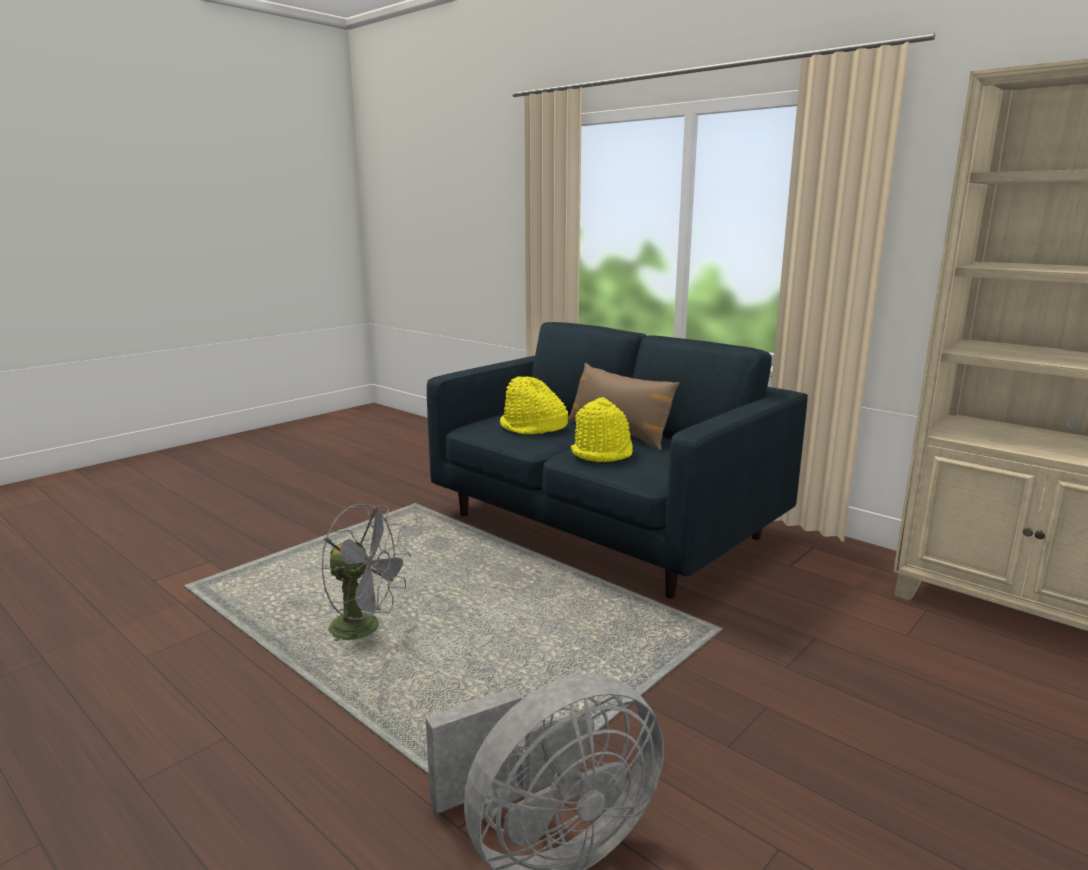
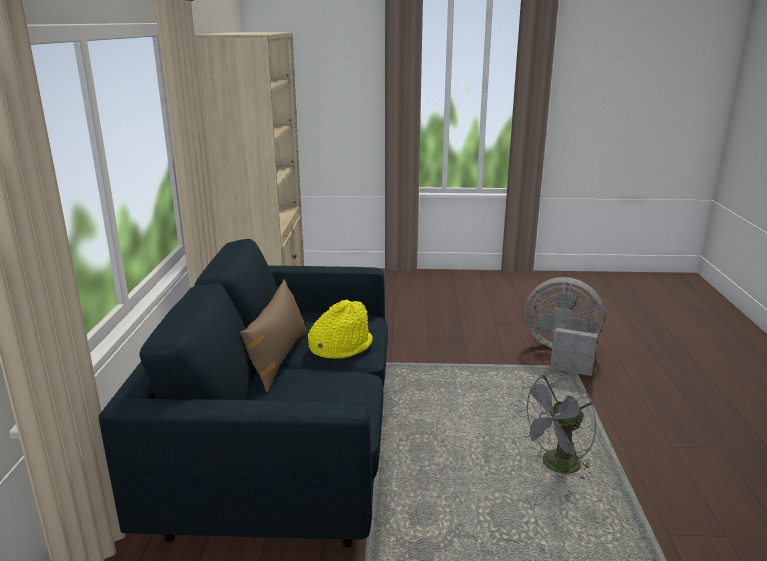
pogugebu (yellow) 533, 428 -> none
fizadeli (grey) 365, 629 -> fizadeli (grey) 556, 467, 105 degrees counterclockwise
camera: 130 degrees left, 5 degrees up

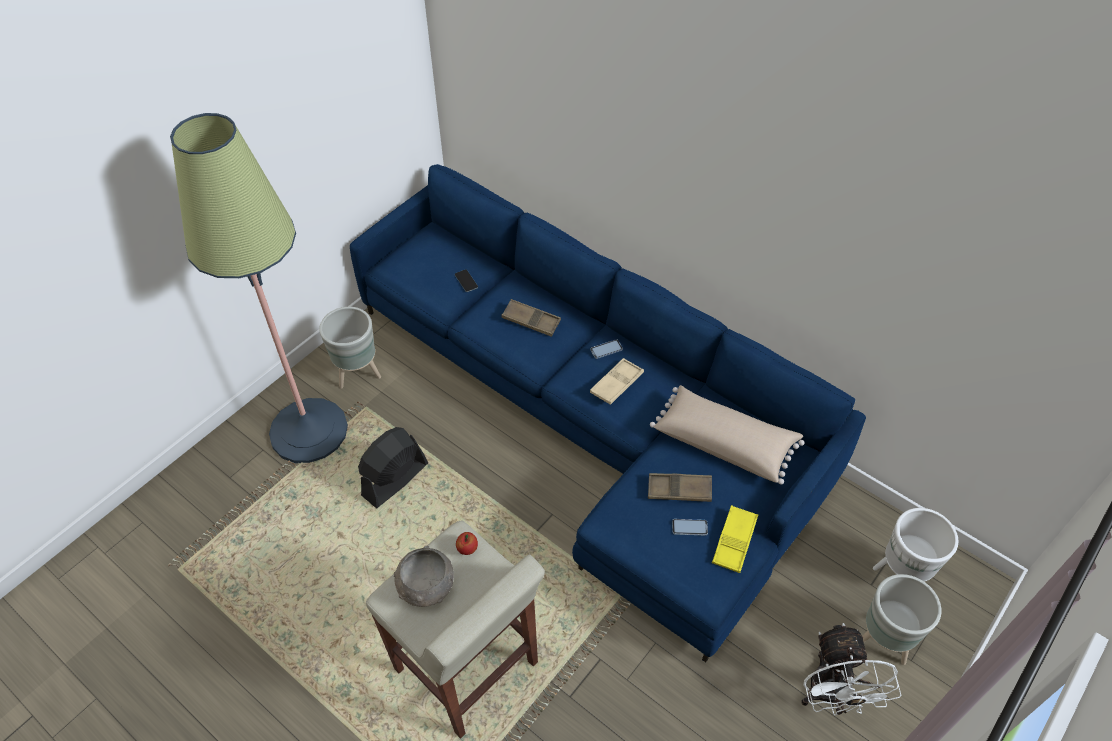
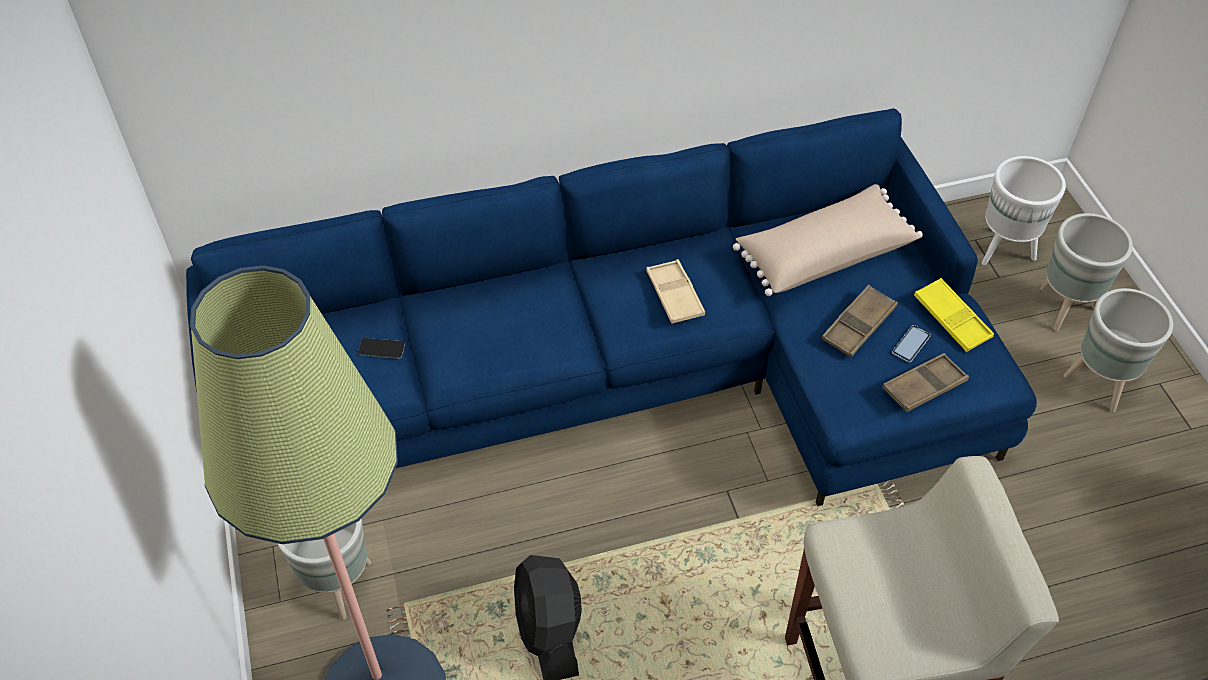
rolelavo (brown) 531, 321 -> rolelavo (brown) 924, 386, relocated
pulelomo 606, 349 -> none
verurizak 467, 549 -> none
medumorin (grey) 426, 587 -> none
fizadeli (white) 830, 697 -> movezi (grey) 1097, 383
camera: 55 degrees left, 0 degrees up

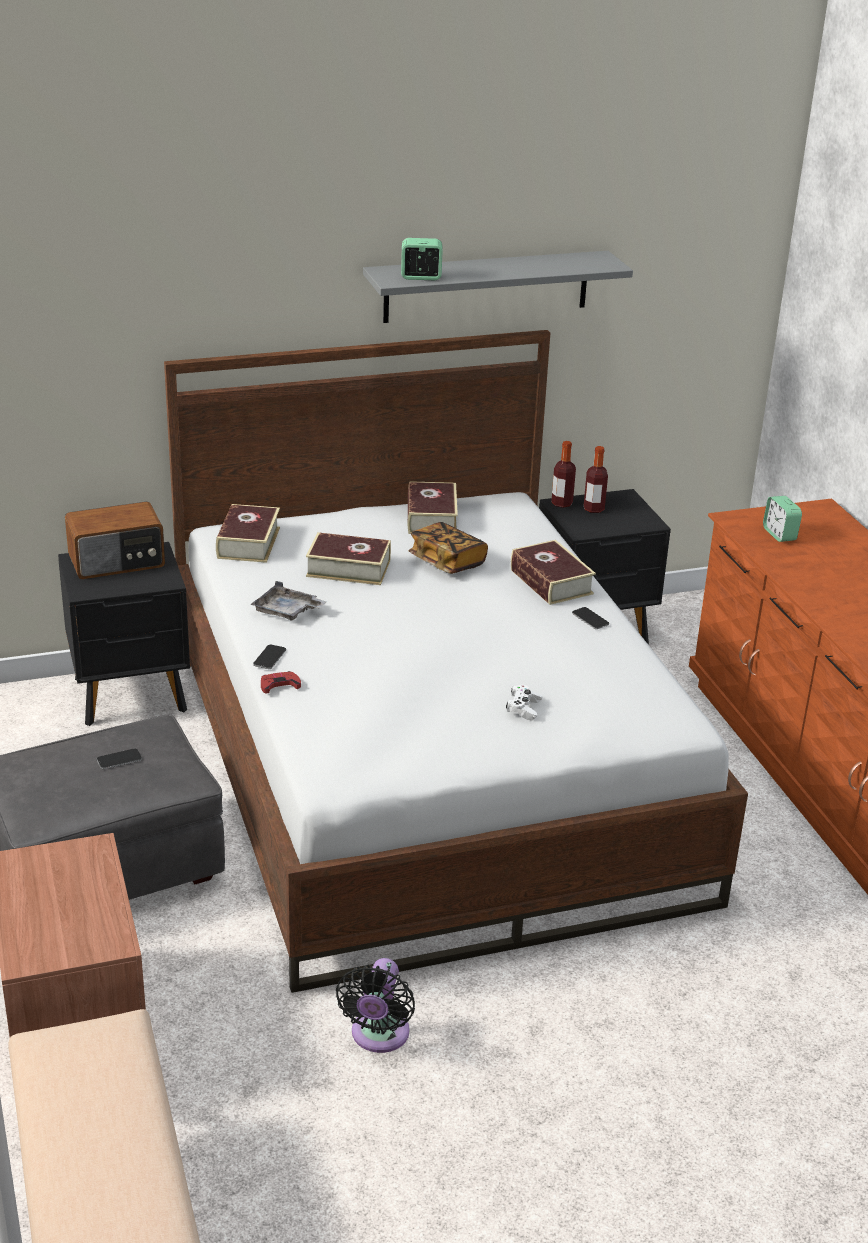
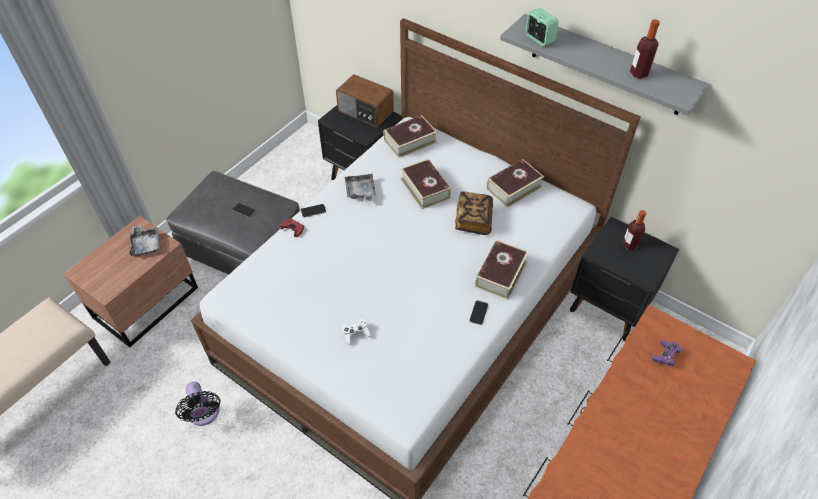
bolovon 561, 503 -> bolovon 639, 73, relocated
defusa 779, 534 -> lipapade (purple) 665, 356
fizadeli (black) 378, 1036 -> fizadeli (black) 204, 414, 90 degrees counterclockwise
none -> rolelavo (grey) 146, 244
camera: 55 degrees right, 20 degrees up

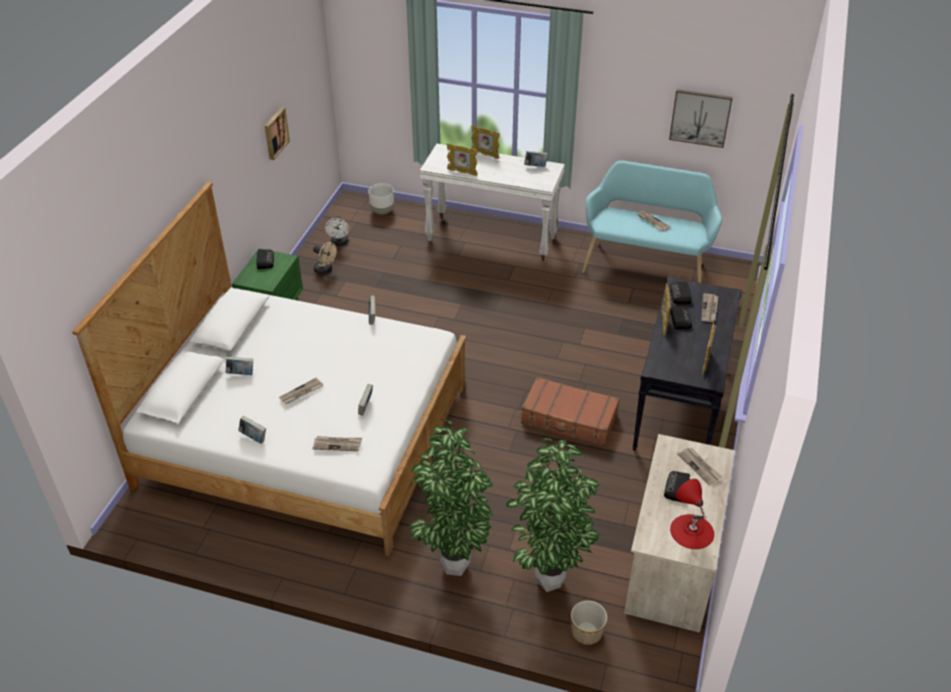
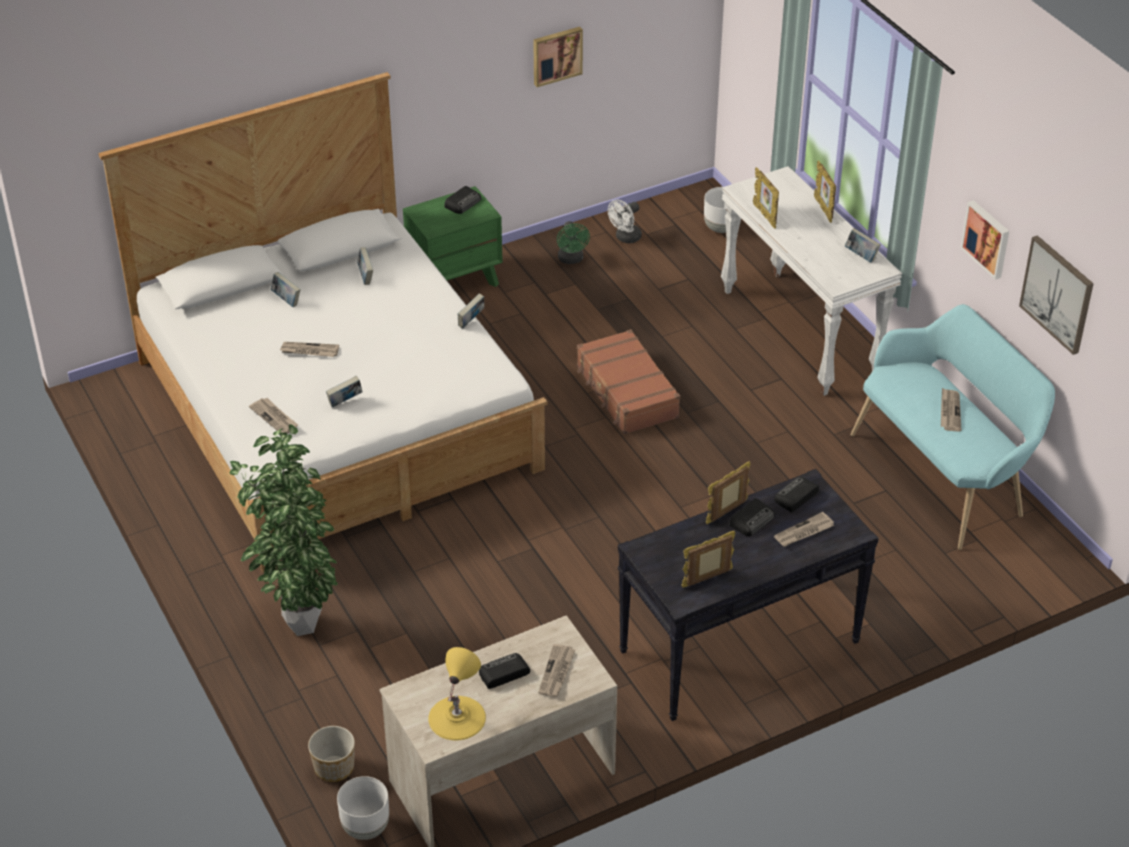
fizadeli (beige) 325, 270 -> fizadeli (green) 571, 259
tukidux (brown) 569, 419 -> tukidux (brown) 626, 393, relocated
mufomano 253, 437 -> mufomano 365, 276, relocated
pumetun 547, 584 -> none
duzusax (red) 691, 531 -> duzusax (yellow) 456, 717
none -> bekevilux 987, 238
none -> movezi (white) 365, 828
camera: 45 degrees right, 0 degrees up

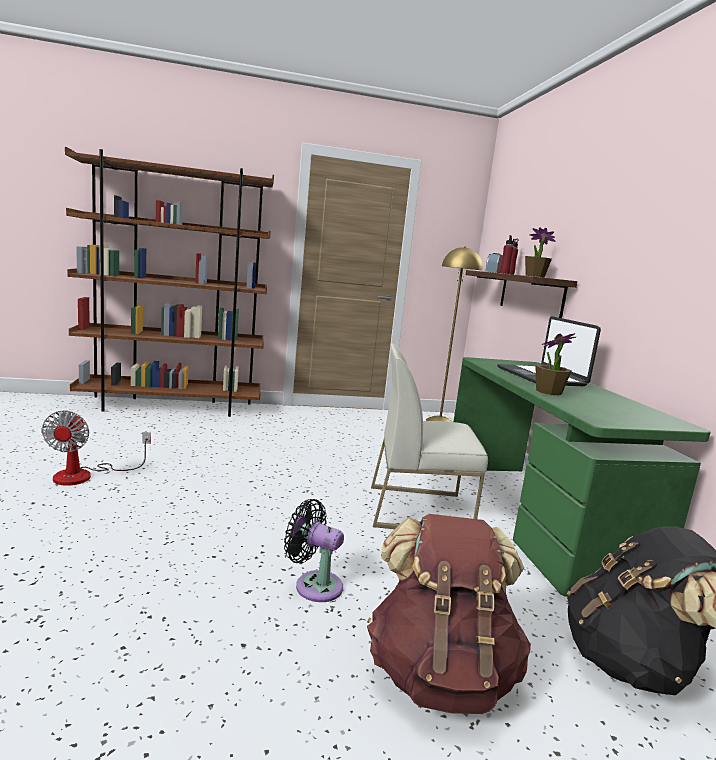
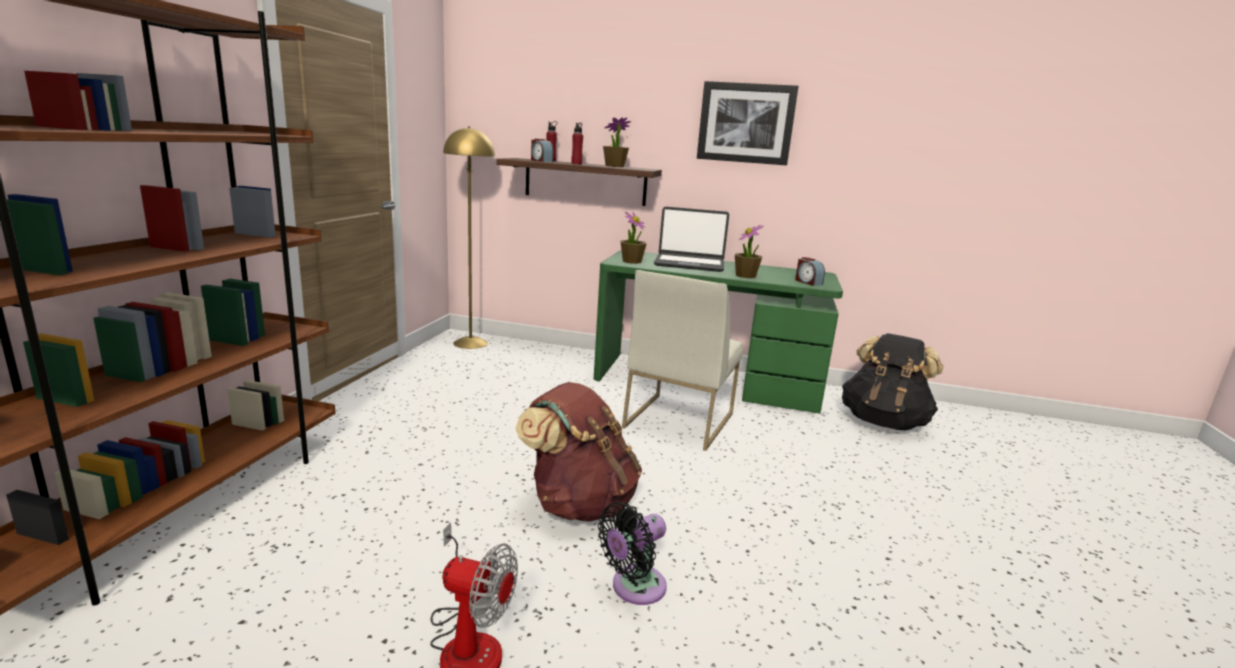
fizadeli (black) 314, 585 -> fizadeli (black) 634, 588, relocated
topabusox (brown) 440, 673 -> topabusox (brown) 579, 504, relocated
none -> bekevilux 746, 123
none -> pumetun 631, 261
none -> defusa 808, 282
camera: 65 degrees left, 5 degrees up

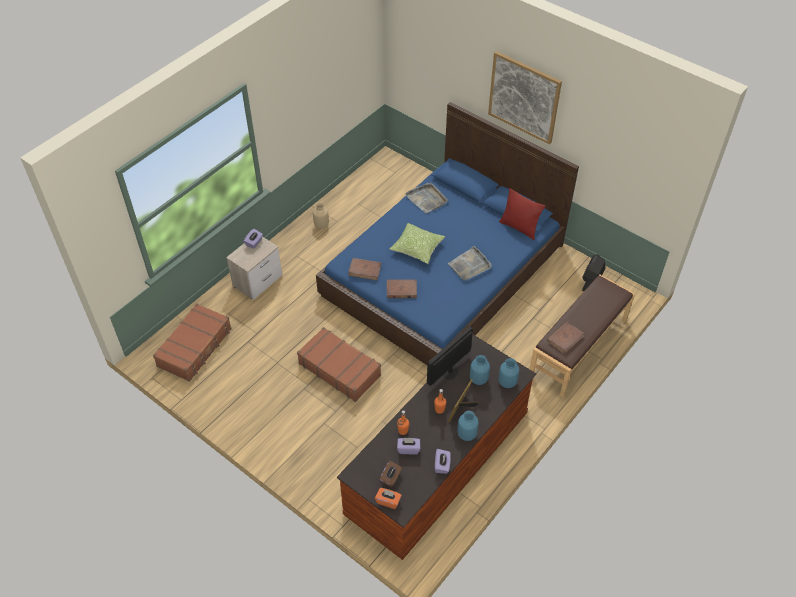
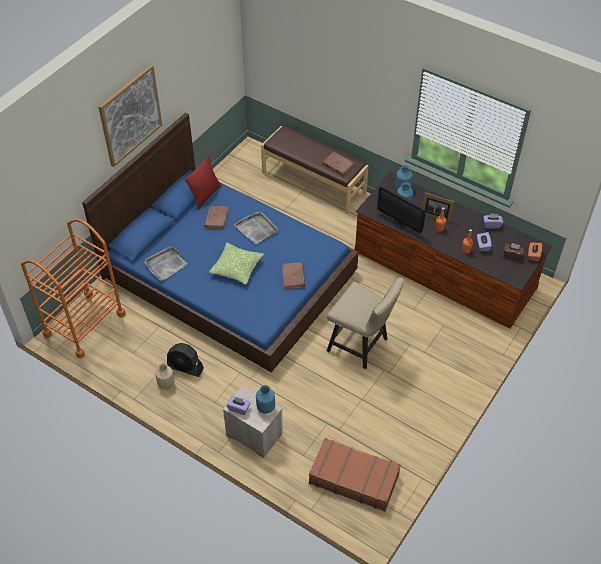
fizadeli (black) 591, 281 -> fizadeli (black) 185, 367, relocated
mufomano (brown) 365, 270 -> mufomano (brown) 216, 218, relocated
tukidux (brown) 340, 369 -> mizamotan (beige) 361, 346
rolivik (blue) 466, 434 -> rolivik (blue) 265, 408, relocated
none -> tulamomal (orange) 84, 324
camera: 95 degrees left, 0 degrees up

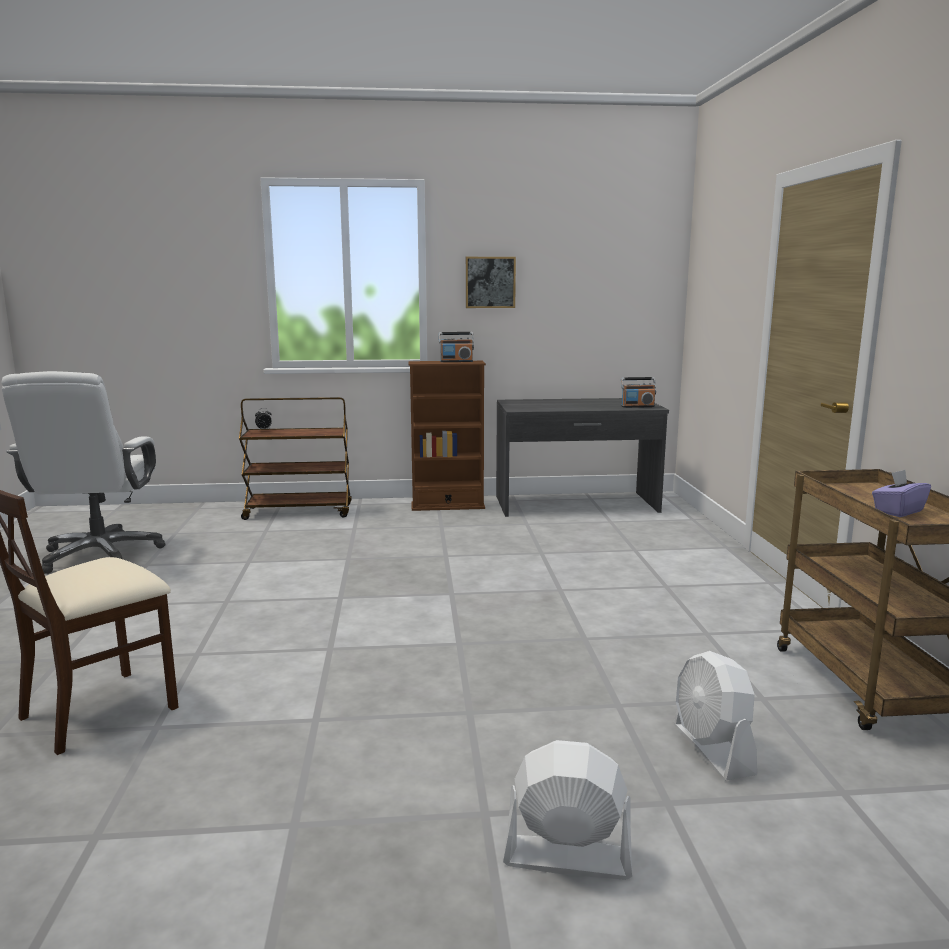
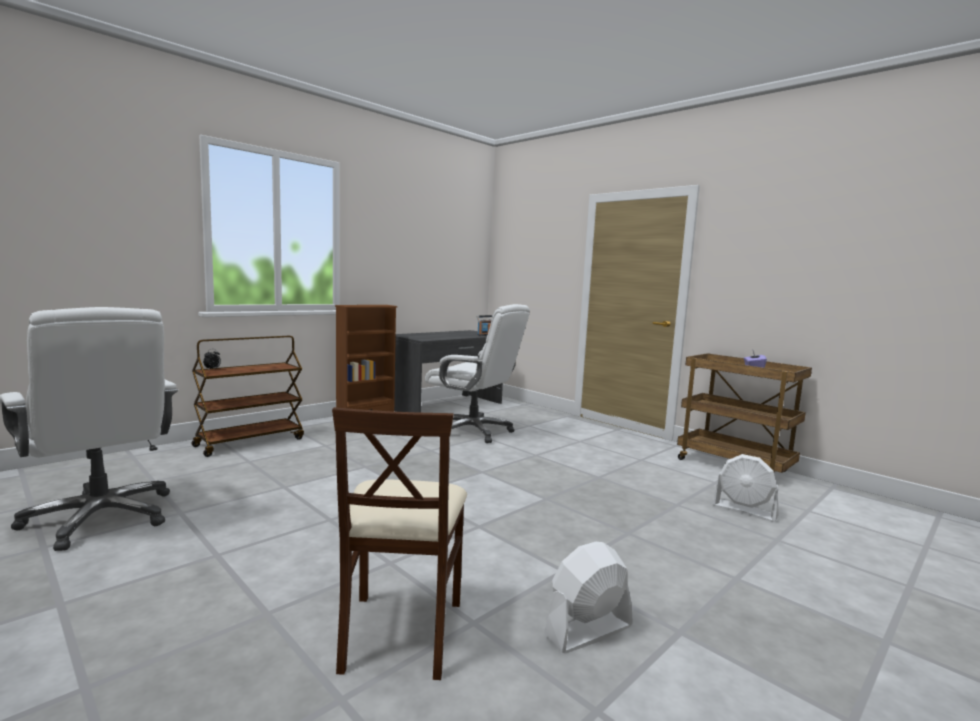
bekevilux 490, 282 -> none
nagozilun 456, 361 -> none
fizadeli (white) 567, 857 -> fizadeli (white) 588, 630, relocated
none -> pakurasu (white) 473, 431
camera: 40 degrees left, 5 degrees down

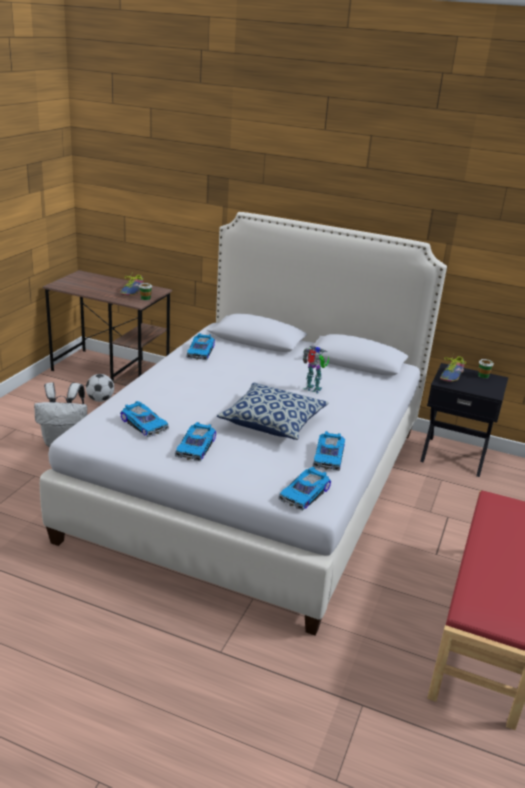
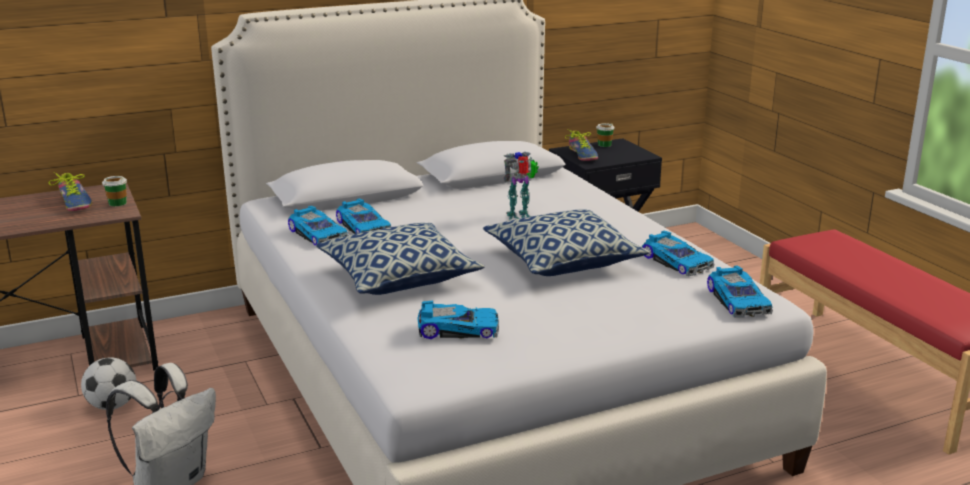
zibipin 197, 447 -> zibipin 364, 226, relocated
none -> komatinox 399, 277
camera: 45 degrees left, 5 degrees down

